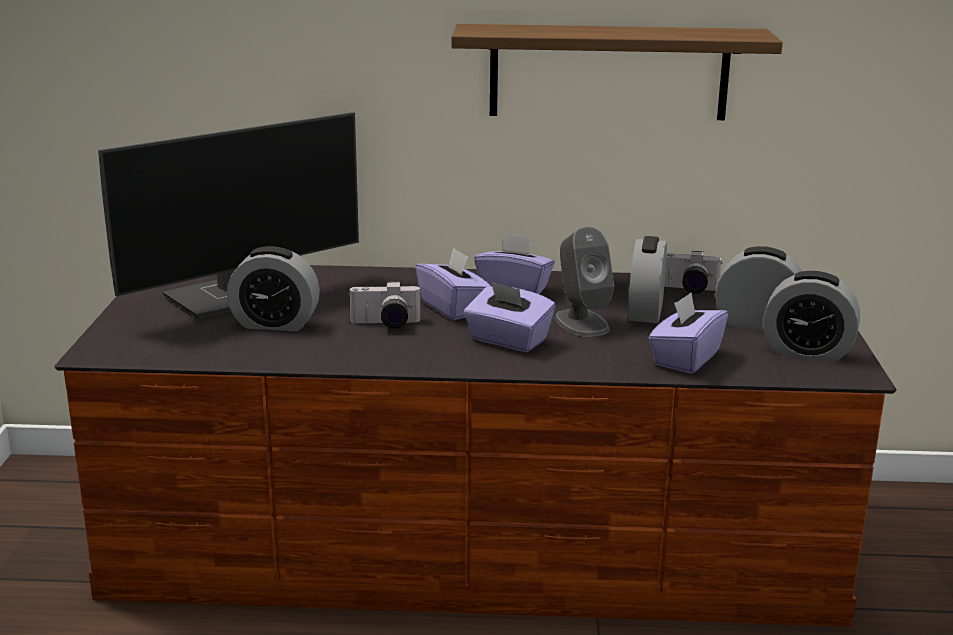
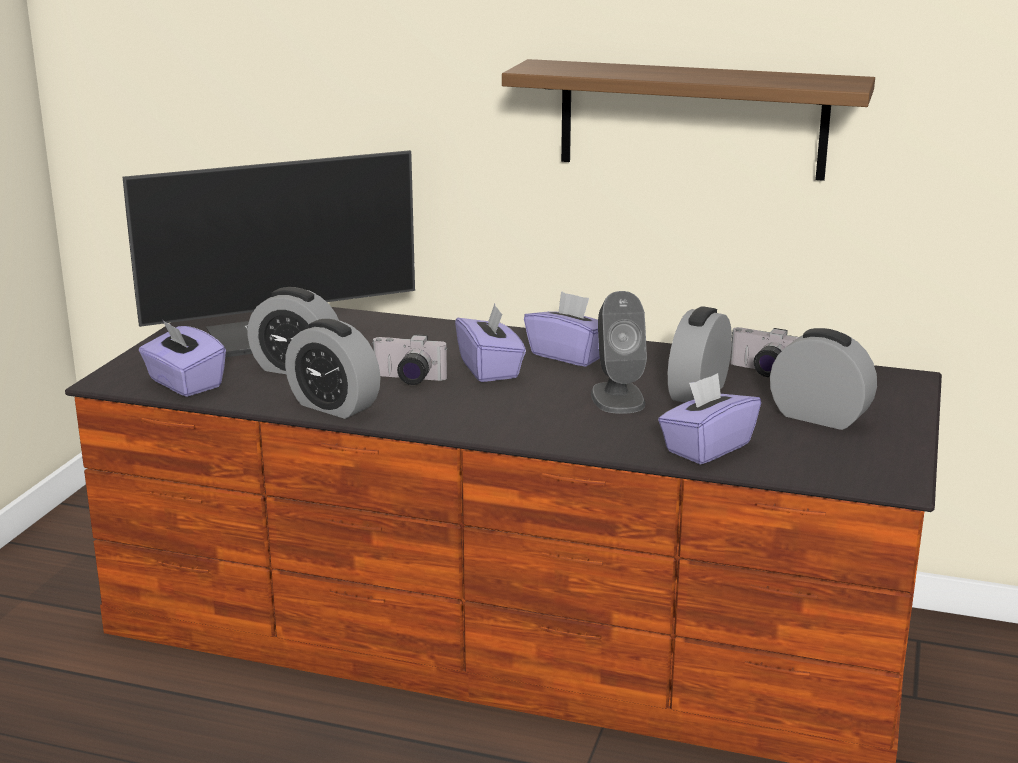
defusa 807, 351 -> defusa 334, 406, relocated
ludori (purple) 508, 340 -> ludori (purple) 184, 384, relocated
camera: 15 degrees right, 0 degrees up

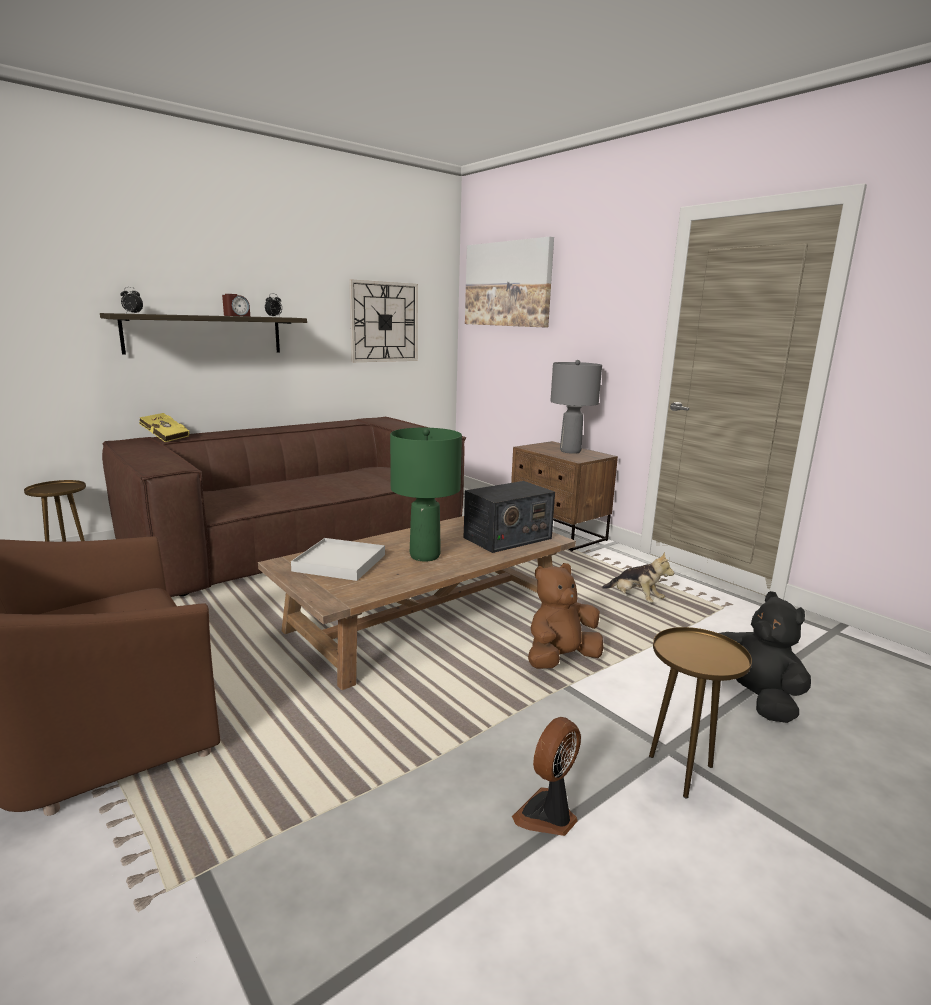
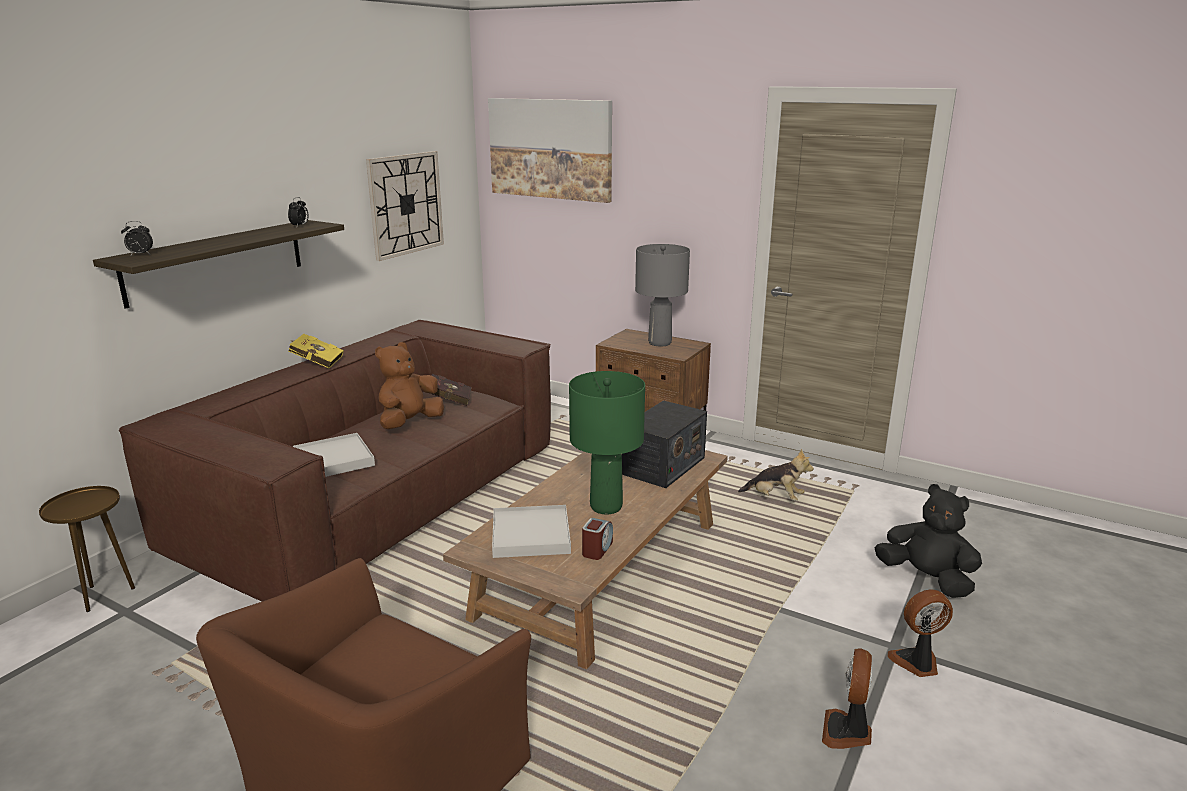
defusa 236, 316 -> defusa 597, 549, relocated
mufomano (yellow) 164, 438 -> mufomano (yellow) 316, 362, relocated
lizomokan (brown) 560, 659 -> lizomokan (brown) 409, 423, relocated
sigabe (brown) 682, 772 -> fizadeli 917, 663
none -> mufomano (red) 447, 400
none -> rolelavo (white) 333, 460
camera: 20 degrees left, 5 degrees up

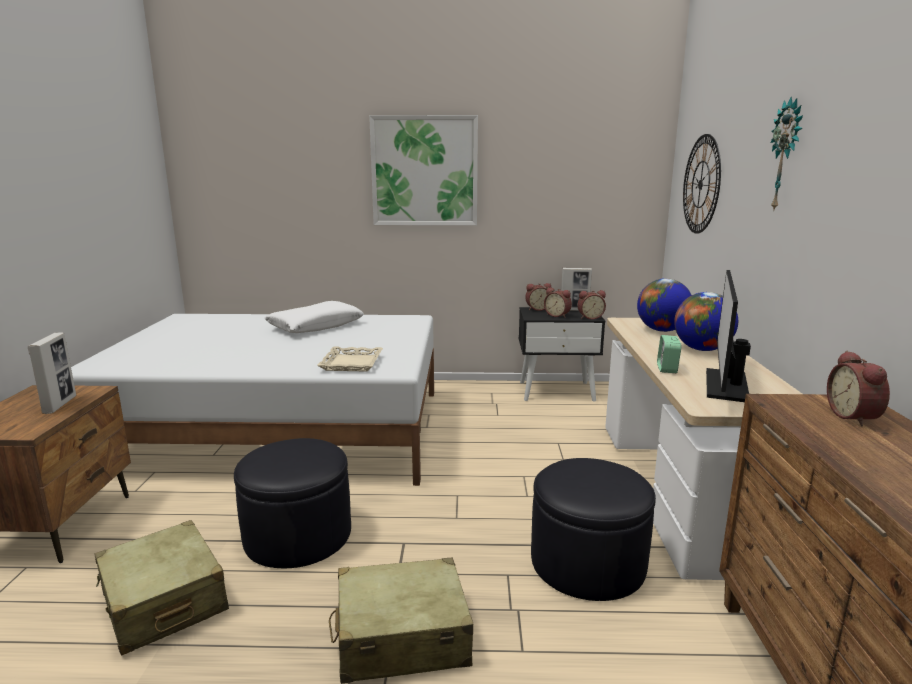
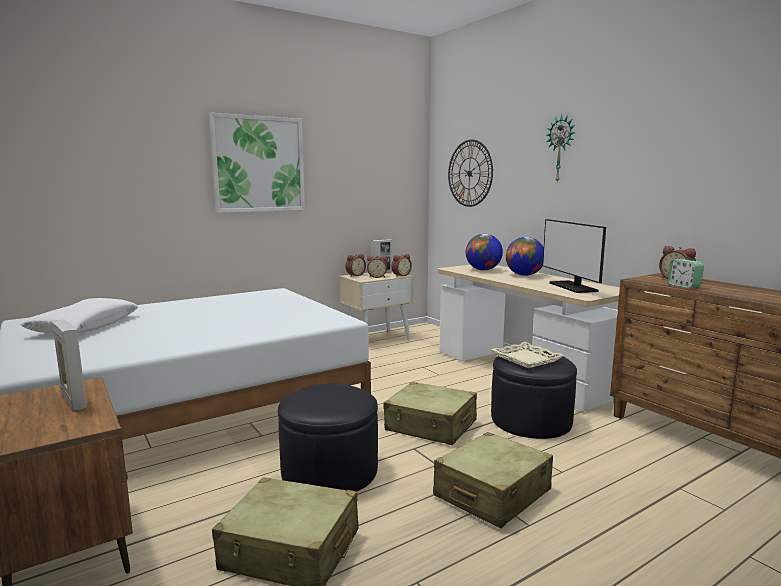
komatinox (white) 315, 326 -> komatinox (white) 84, 326, relocated
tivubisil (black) 557, 391 -> tivubisil (beige) 377, 338
defusa 667, 369 -> defusa 684, 286, relocated
rolelavo (beige) 351, 363 -> rolelavo (beige) 526, 359, relocated
none -> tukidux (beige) 431, 426
camera: 35 degrees left, 5 degrees down

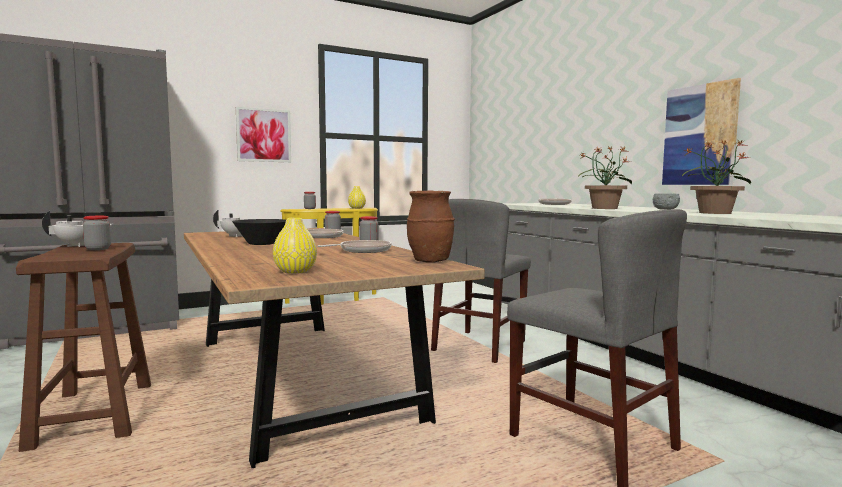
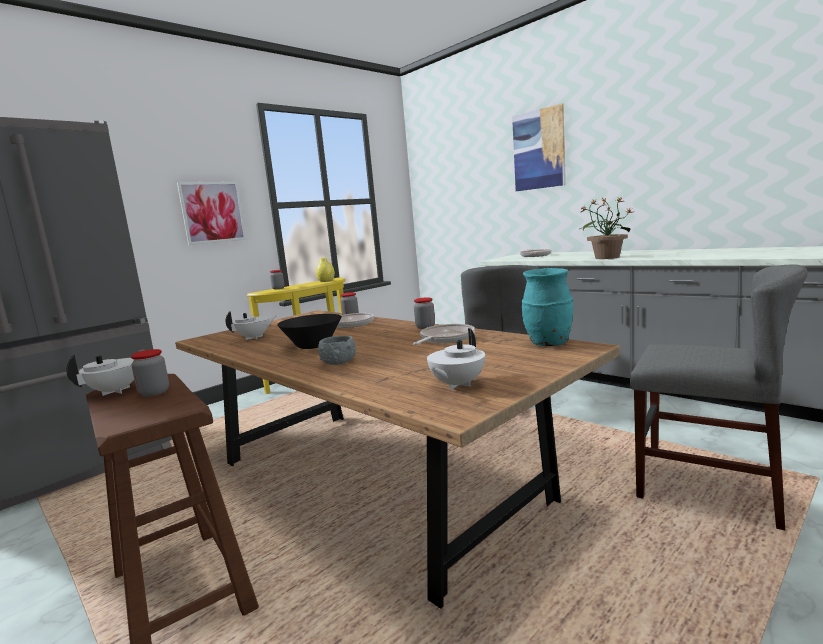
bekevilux 699, 135 -> bekevilux 539, 149, relocated
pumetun 714, 213 -> none
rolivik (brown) 430, 261 -> rolivik (turquoise) 548, 344
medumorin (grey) 665, 209 -> medumorin (grey) 338, 362, relocated
rolivik (yellow) 295, 271 -> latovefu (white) 457, 385
camera: 15 degrees left, 5 degrees up

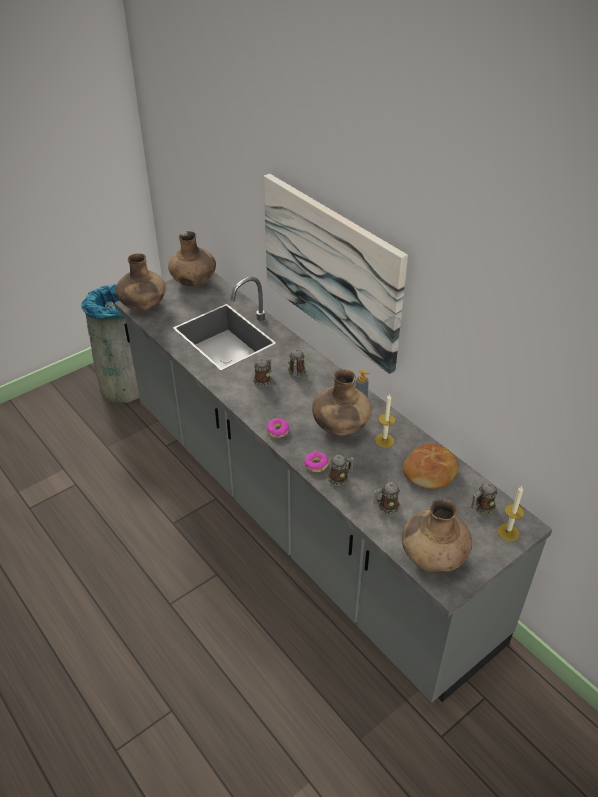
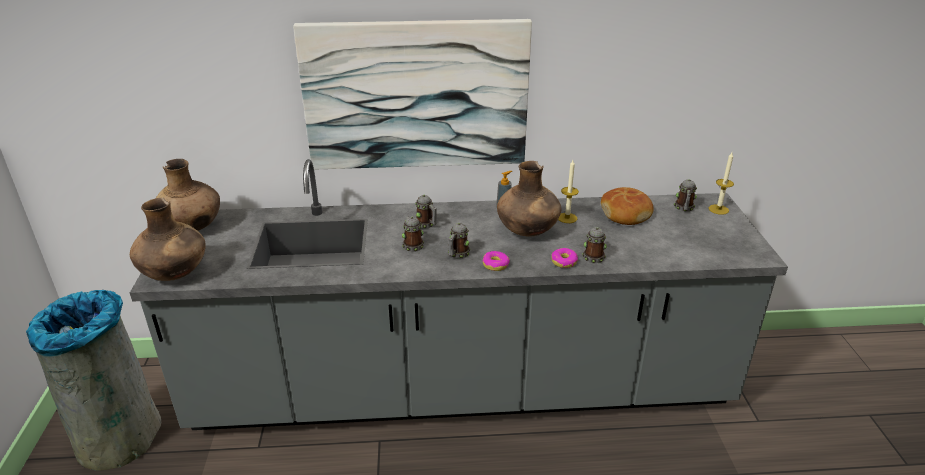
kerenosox 385, 507 -> kerenosox 457, 254, relocated
rolivik (brown) 433, 557 -> none
camera: 55 degrees left, 10 degrees down

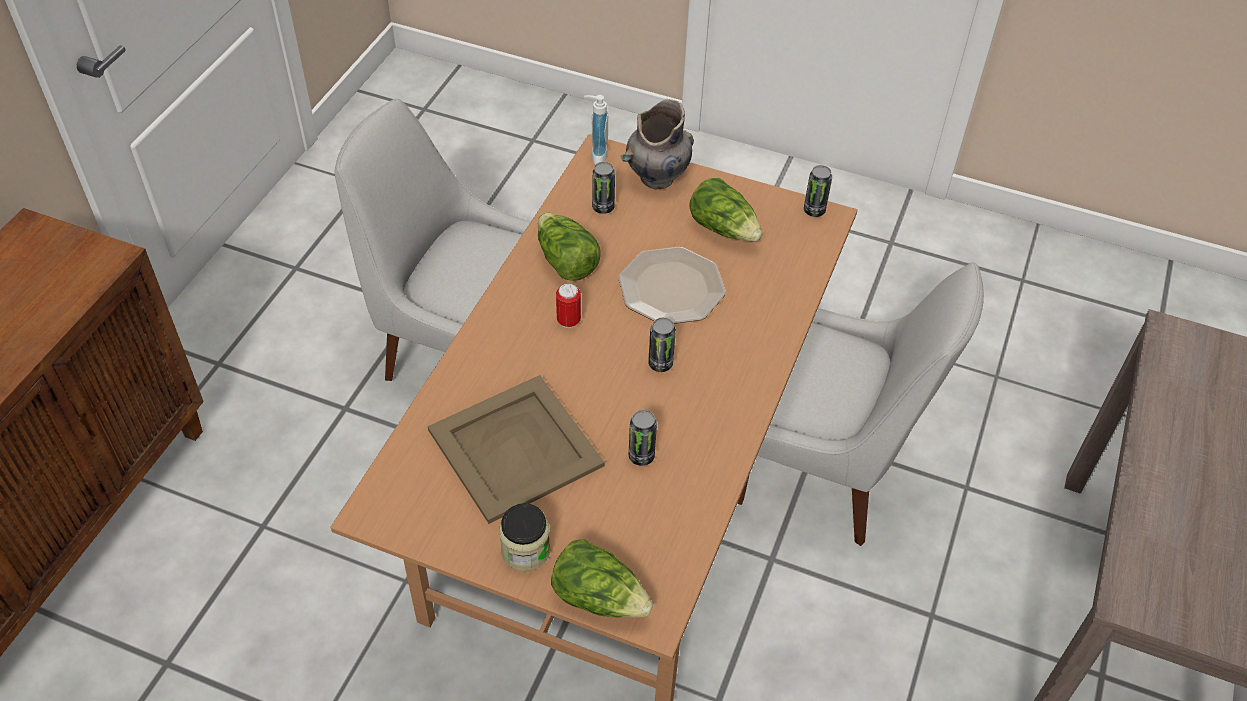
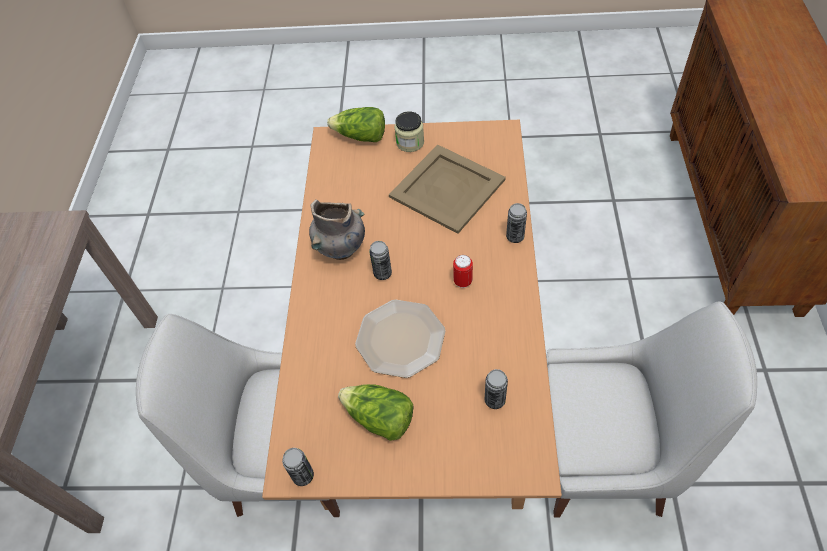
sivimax 595, 155 -> none
rolivik (grey) 656, 178 -> rolivik (grey) 342, 248, relocated
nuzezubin 565, 261 -> none
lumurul 641, 456 -> lumurul 515, 237, relocated
camera: 165 degrees right, 5 degrees up

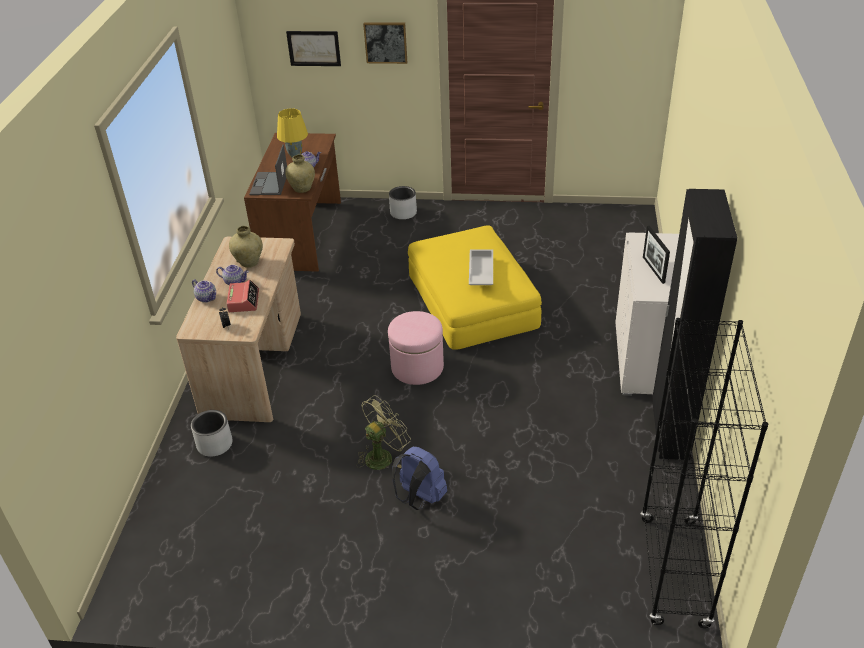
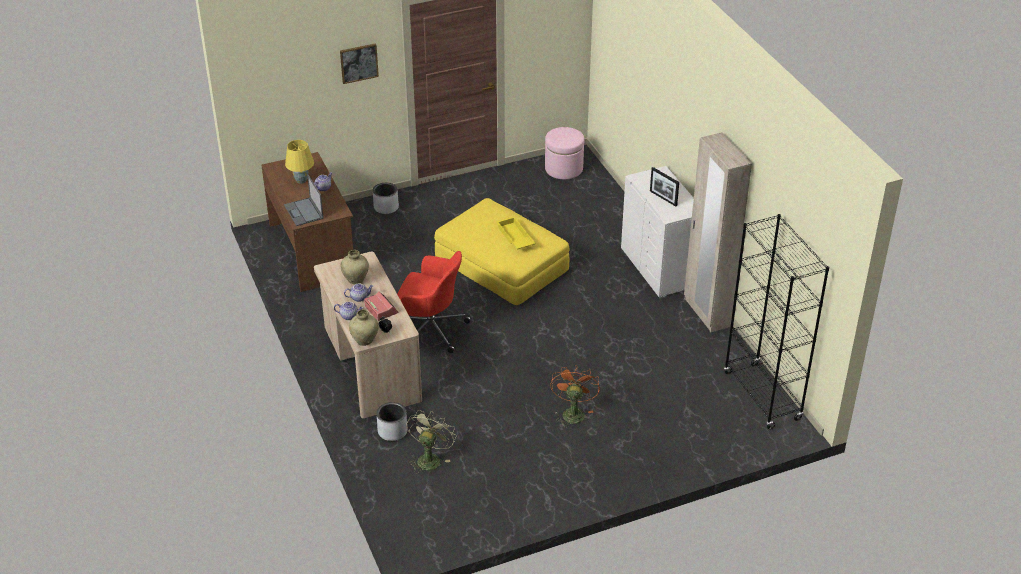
bekevilux 314, 48 -> none
rolivik (beige) 302, 189 -> rolivik (beige) 365, 341, relocated
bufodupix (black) 669, 432 -> bufodupix (beige) 706, 313
rolelavo (white) 480, 272 -> rolelavo (yellow) 514, 237
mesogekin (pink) 417, 367 -> mesogekin (pink) 563, 169, relocated
fizadeli (green) 383, 455 -> fizadeli (green) 429, 458, relocated
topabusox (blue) 419, 498 -> fizadeli (orange) 572, 412
none -> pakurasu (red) 430, 329
camera: 30 degrees left, 0 degrees up

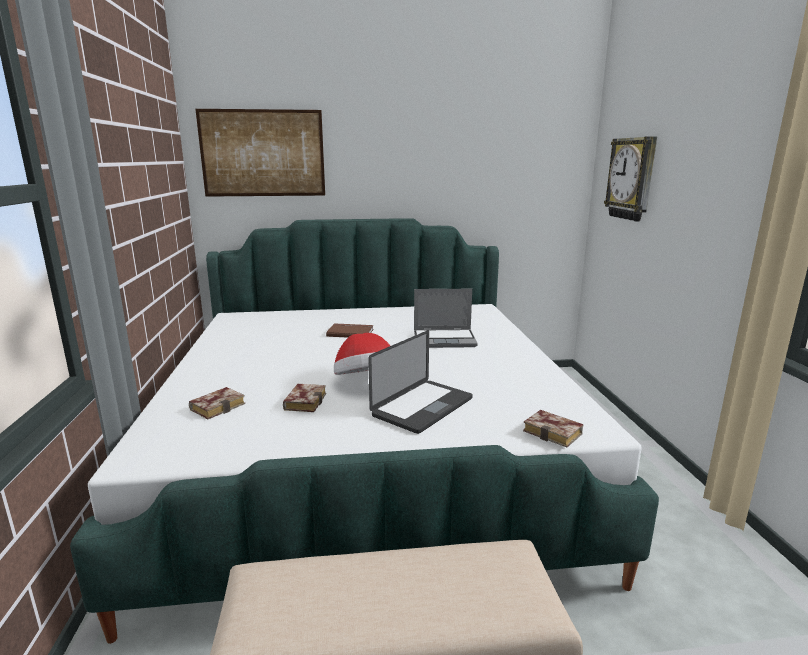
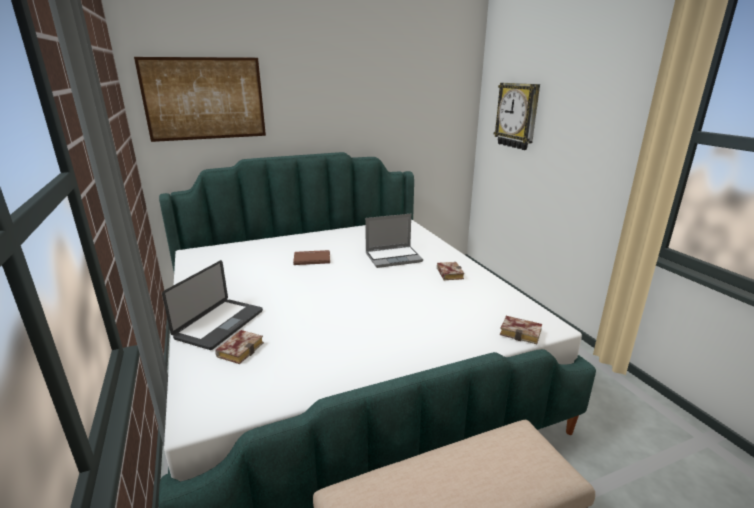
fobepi 423, 407 -> fobepi 220, 324, relocated
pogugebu 365, 381 -> none
mufomano 304, 401 -> mufomano 448, 273, relocated
camera: 15 degrees left, 5 degrees up

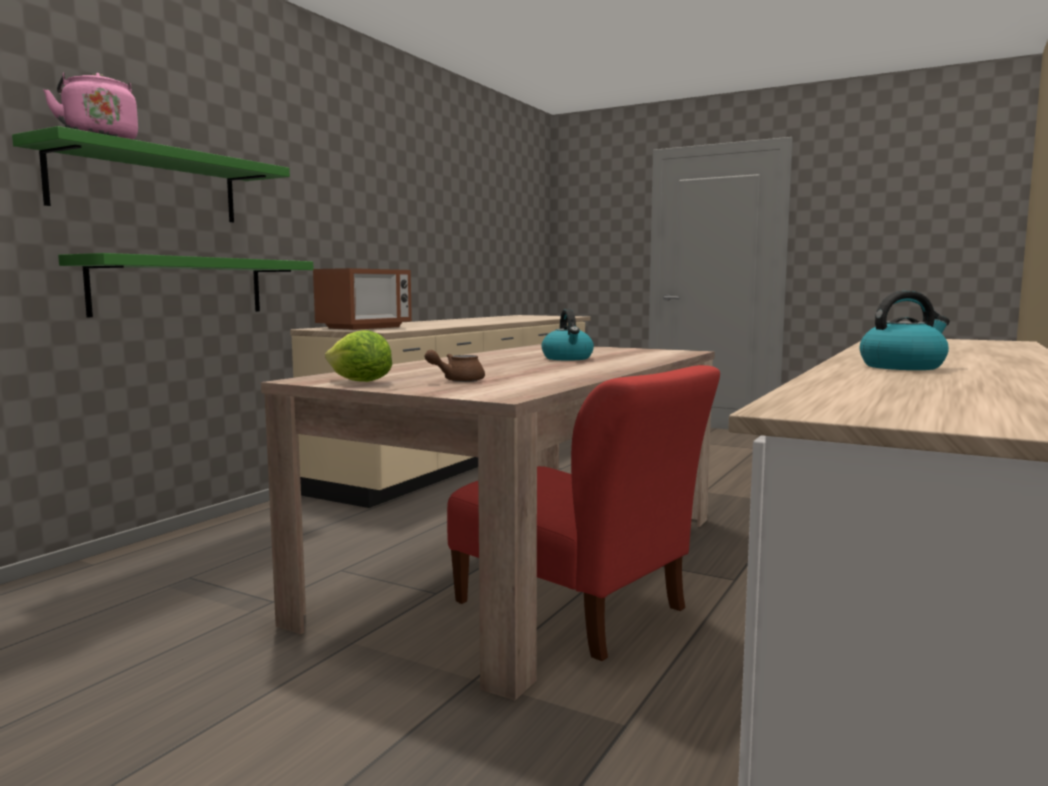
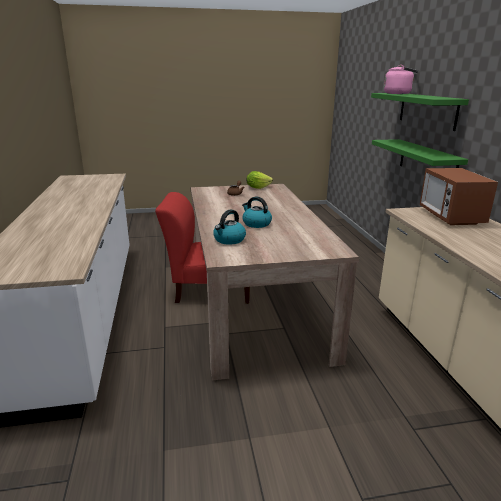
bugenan 902, 366 -> bugenan 229, 240, relocated
camera: 140 degrees right, 15 degrees up

